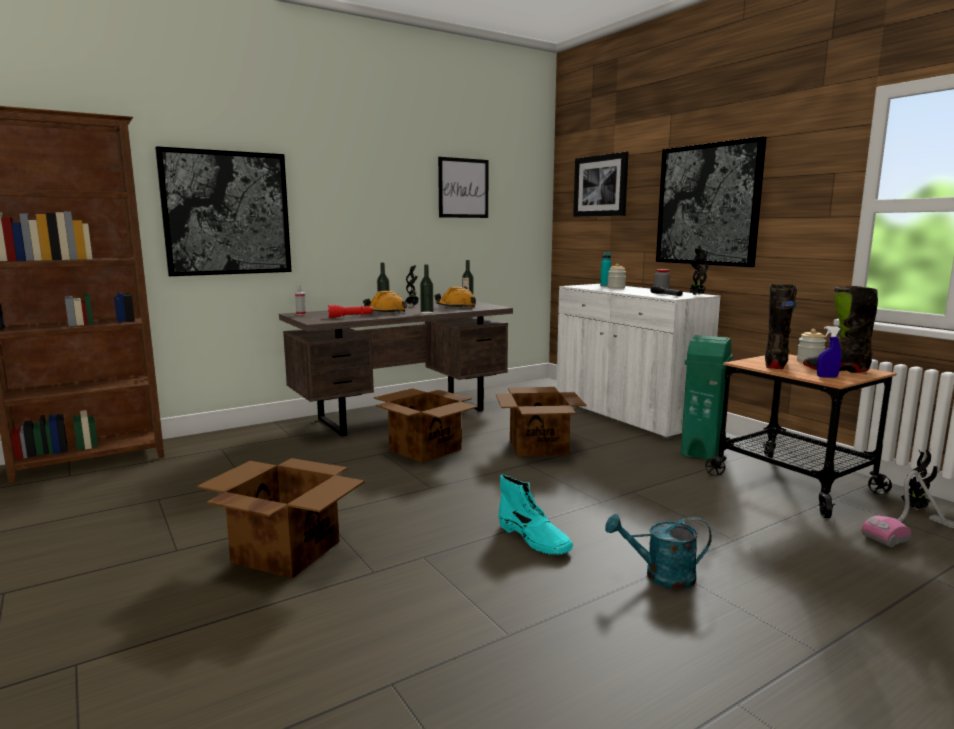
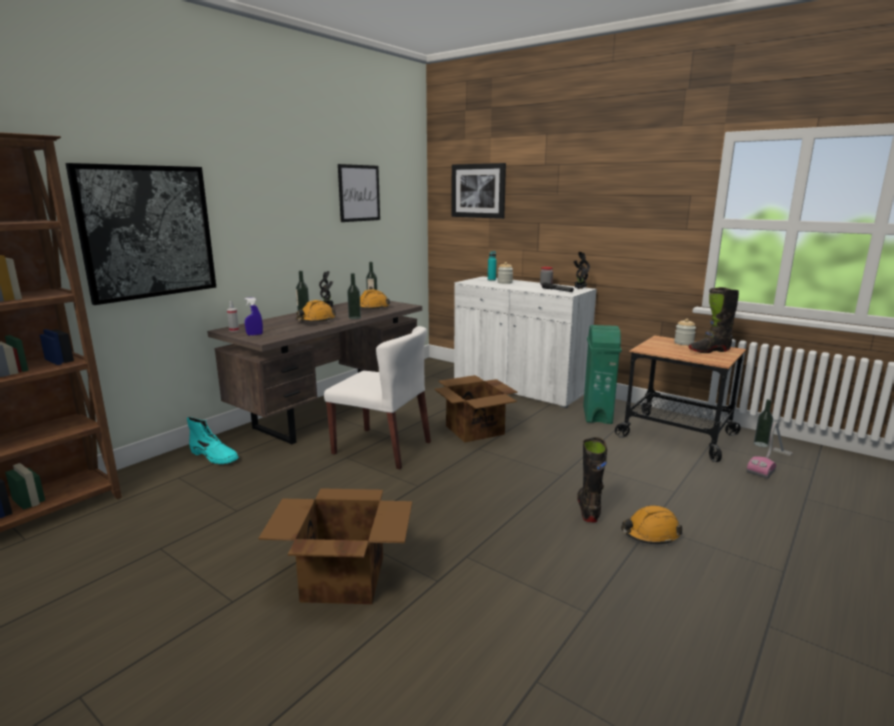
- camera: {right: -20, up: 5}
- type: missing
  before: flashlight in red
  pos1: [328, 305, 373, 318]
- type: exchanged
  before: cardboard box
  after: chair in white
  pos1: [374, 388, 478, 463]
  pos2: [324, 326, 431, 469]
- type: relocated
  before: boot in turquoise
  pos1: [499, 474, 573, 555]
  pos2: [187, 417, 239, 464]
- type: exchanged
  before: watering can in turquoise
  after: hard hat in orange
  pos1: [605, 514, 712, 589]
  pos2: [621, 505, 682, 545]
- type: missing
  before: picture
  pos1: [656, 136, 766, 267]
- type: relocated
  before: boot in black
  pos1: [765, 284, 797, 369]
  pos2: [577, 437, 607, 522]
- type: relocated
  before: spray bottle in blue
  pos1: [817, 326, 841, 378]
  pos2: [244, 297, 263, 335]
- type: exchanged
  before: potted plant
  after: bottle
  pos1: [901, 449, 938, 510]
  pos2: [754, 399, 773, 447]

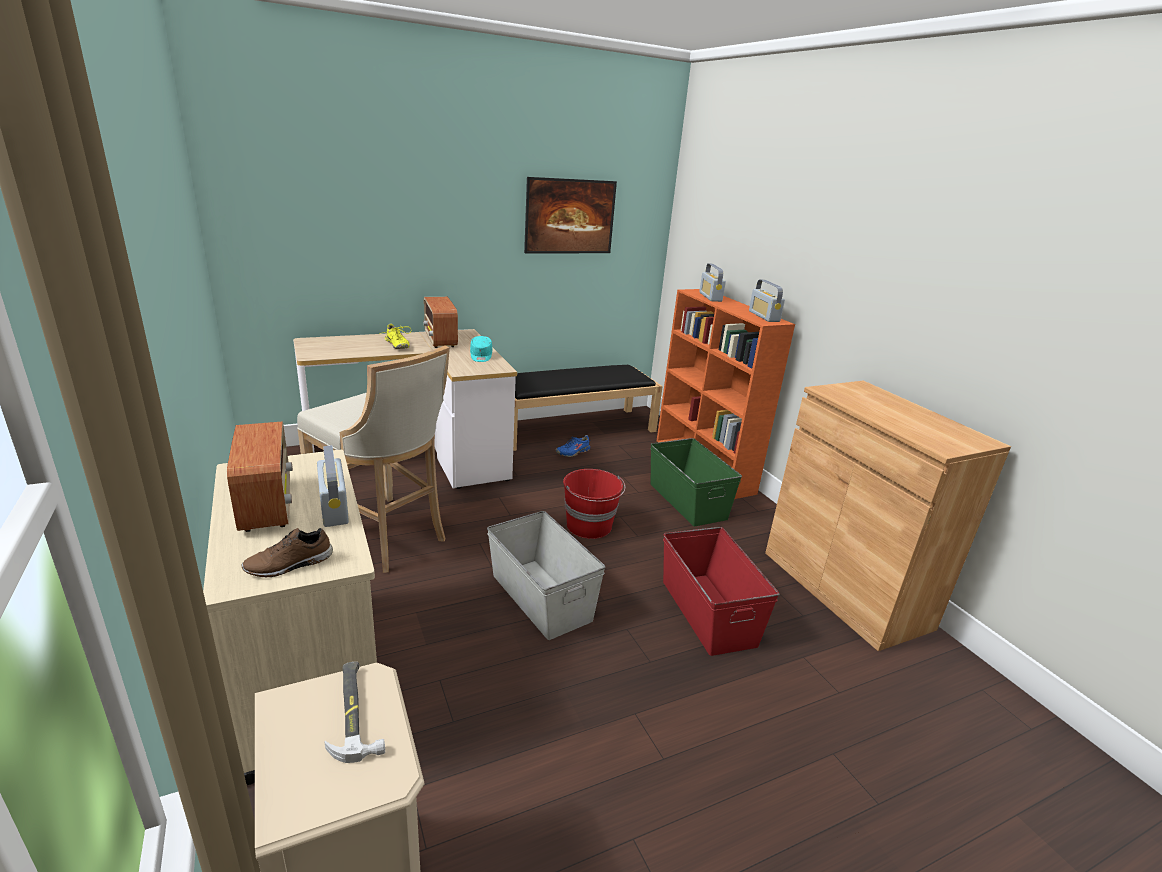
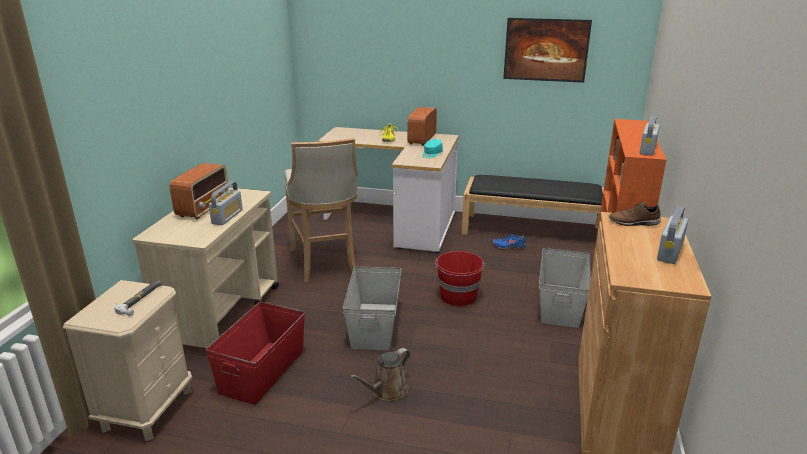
- camera: {right: 40, up: 0}
- type: relocated
  before: shoe in brown
  pos1: [241, 528, 333, 577]
  pos2: [609, 202, 661, 226]
- type: colour
  before: storage box in green
  after: storage box in grey
  pos1: [650, 438, 742, 527]
  pos2: [539, 248, 591, 328]
- type: relocated
  before: storage box in red
  pos1: [663, 527, 779, 656]
  pos2: [206, 301, 305, 405]
- type: relocated
  before: radio
  pos1: [699, 263, 726, 302]
  pos2: [657, 206, 688, 264]
- type: appeared
  after: watering can in brown
  pos2: [350, 348, 410, 401]

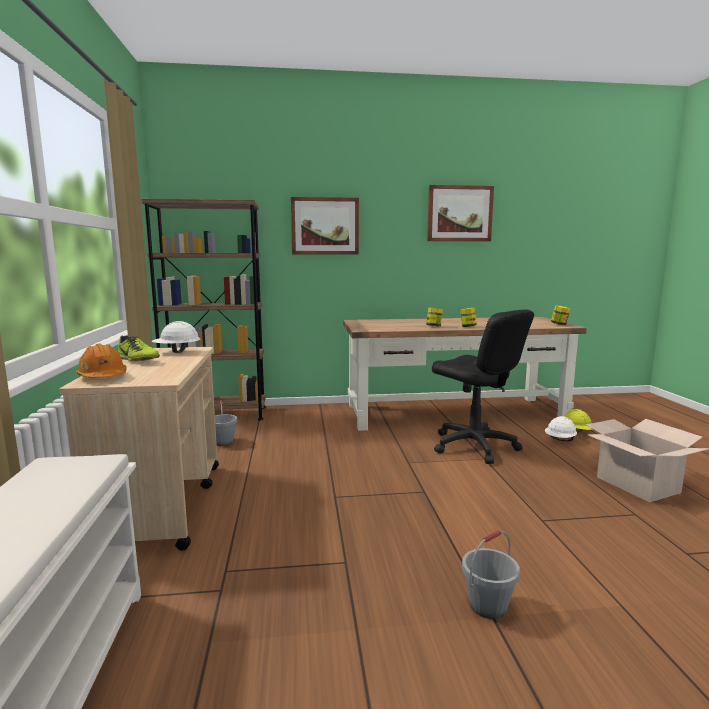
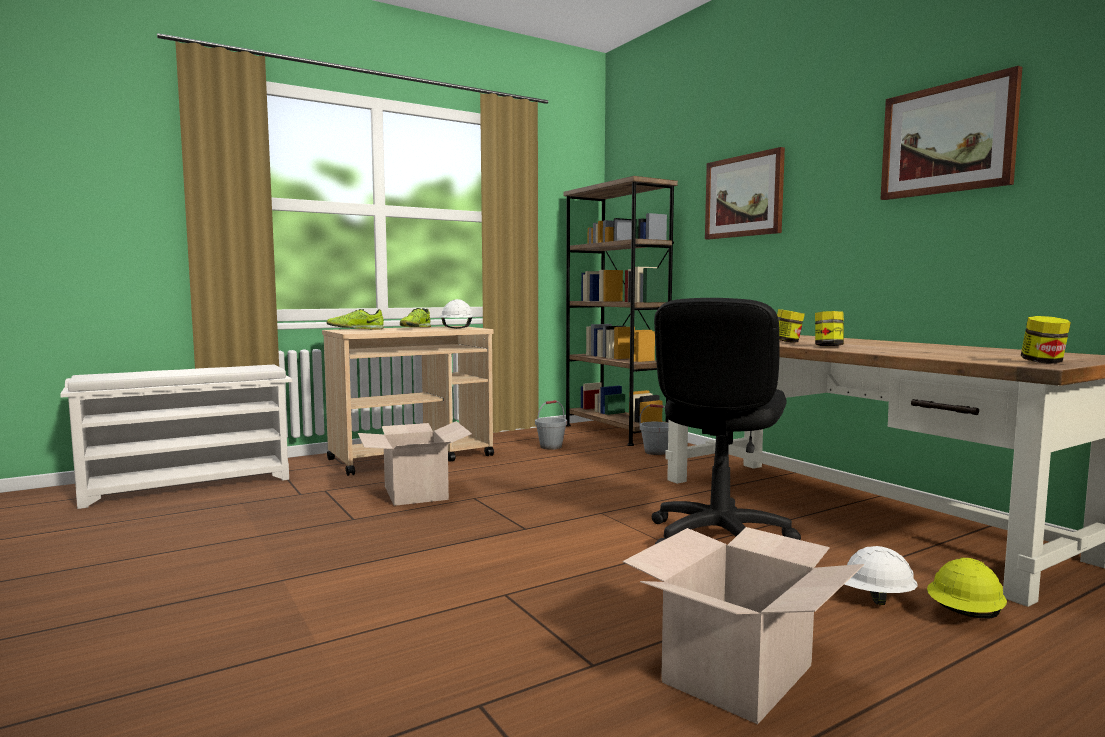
- camera: {right: 65, up: -5}
- type: exchanged
  before: hard hat in orange
  after: shoe
  pos1: [76, 343, 127, 378]
  pos2: [326, 309, 384, 330]
- type: relocated
  before: bucket in grey
  pos1: [462, 530, 520, 619]
  pos2: [639, 404, 669, 455]
- type: appeared
  after: cardboard box
  pos2: [358, 421, 472, 506]

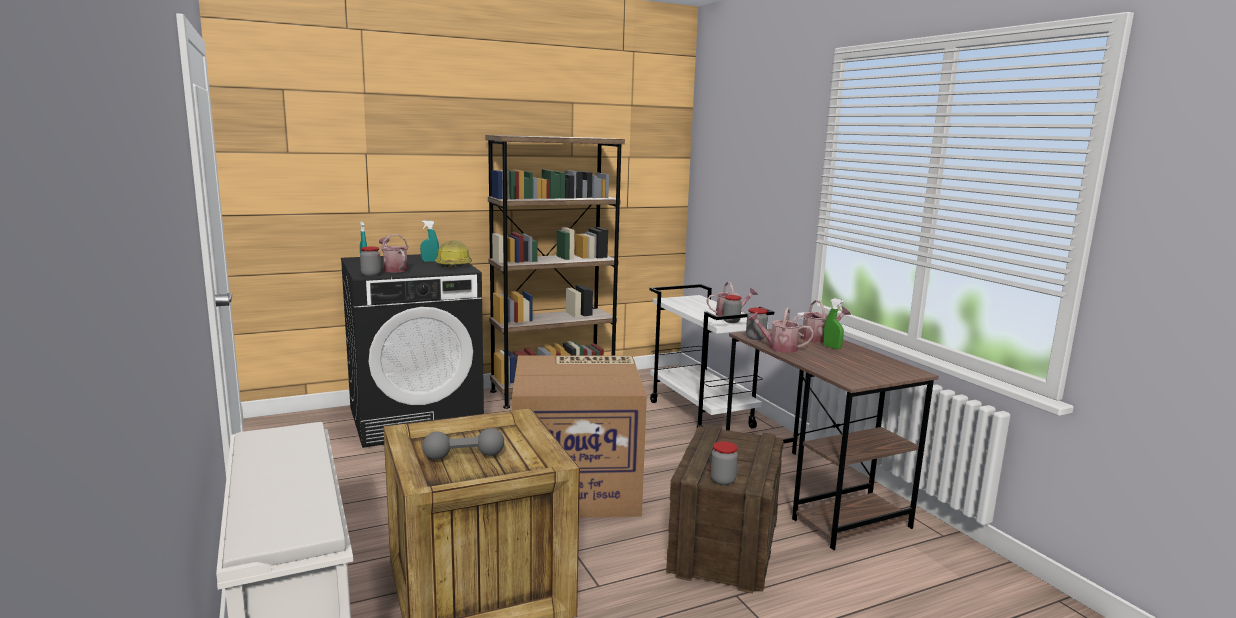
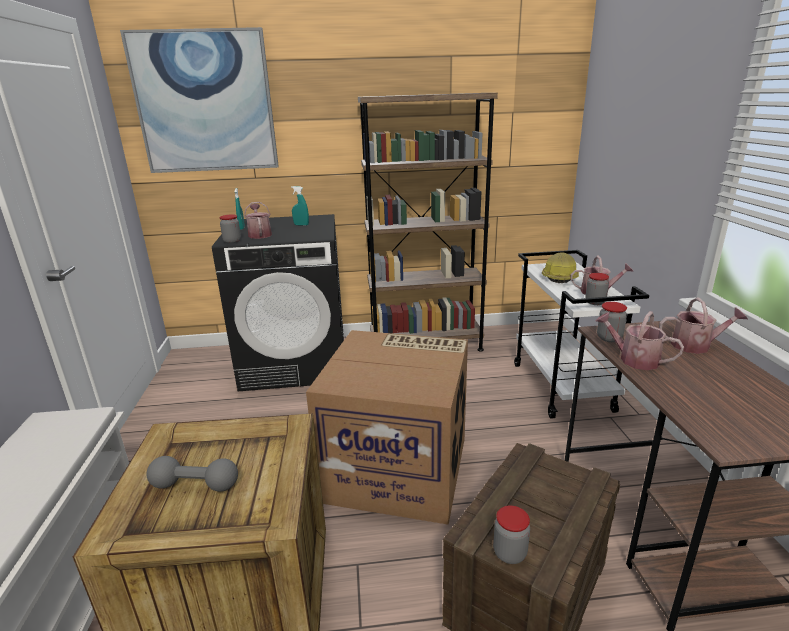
- camera: {right: 20, up: 10}
- type: relocated
  before: hard hat
  pos1: [435, 240, 472, 269]
  pos2: [542, 253, 579, 283]
- type: missing
  before: spray bottle in green
  pos1: [823, 298, 845, 349]
- type: appeared
  after: picture
  pos2: [120, 27, 279, 173]

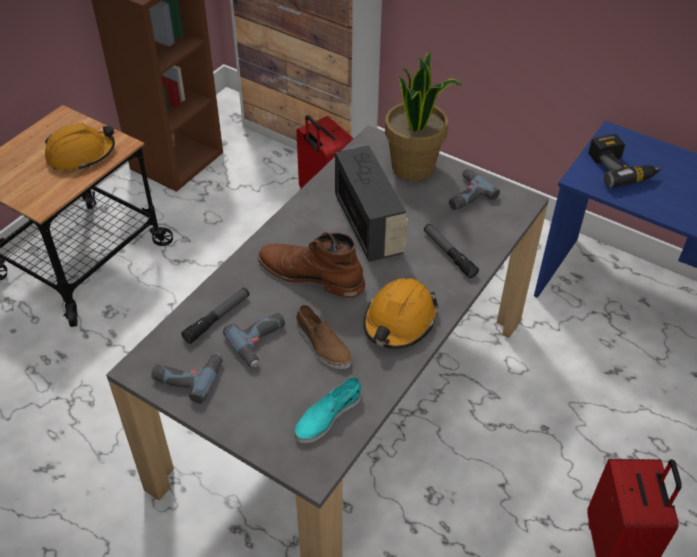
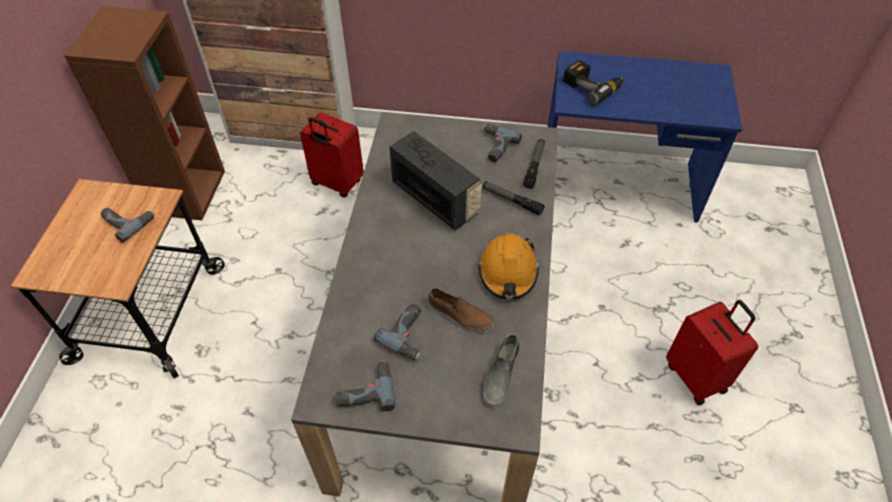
- camera: {right: -25, up: 5}
- type: exchanged
  before: hard hat in orange
  after: power drill
  pos1: [45, 123, 115, 170]
  pos2: [101, 208, 154, 243]
- type: relocated
  before: flashlight
  pos1: [181, 288, 249, 344]
  pos2: [523, 139, 545, 189]
- type: missing
  before: boot in brown
  pos1: [258, 232, 365, 298]
- type: colour
  before: shoe in turquoise
  after: shoe in grey
  pos1: [295, 377, 361, 443]
  pos2: [483, 334, 519, 408]
- type: missing
  before: potted plant
  pos1: [385, 51, 462, 181]

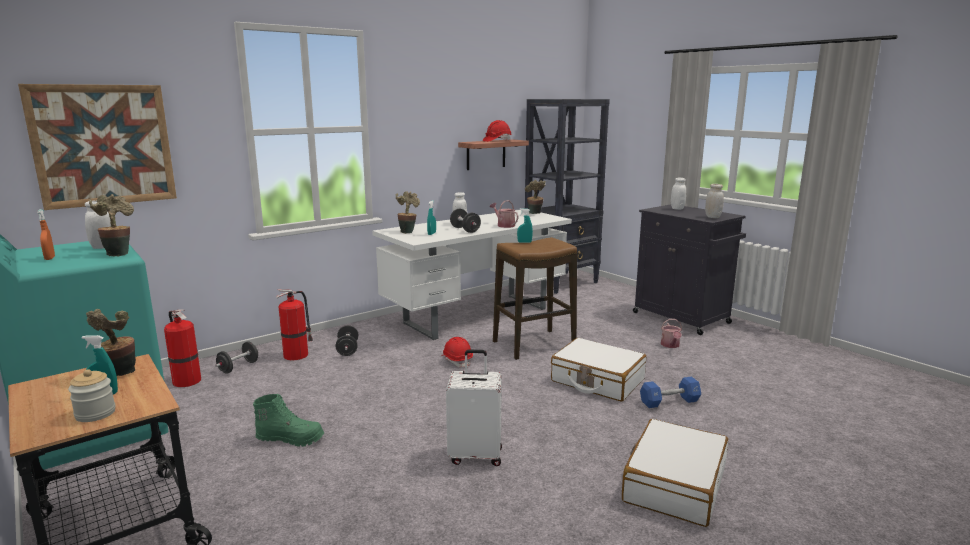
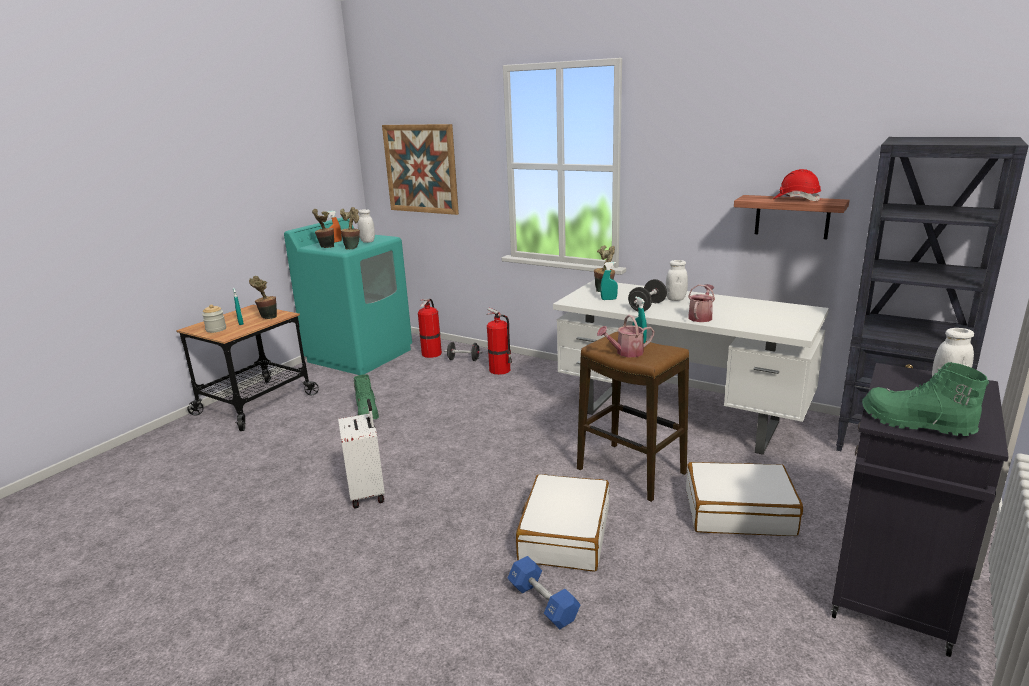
- camera: {right: 70, up: 5}
- type: missing
  before: dumbbell in black
  pos1: [336, 325, 358, 356]
- type: missing
  before: hard hat in red
  pos1: [441, 337, 473, 368]
- type: relocated
  before: potted plant
  pos1: [525, 180, 546, 214]
  pos2: [312, 209, 334, 248]
- type: relocated
  before: suitcase in white
  pos1: [622, 419, 728, 527]
  pos2: [686, 462, 803, 536]
- type: relocated
  before: watering can
  pos1: [661, 319, 682, 348]
  pos2: [597, 315, 655, 357]
- type: exchanged
  before: jar in white
  after: boot in green
  pos1: [705, 184, 724, 218]
  pos2: [862, 362, 989, 436]

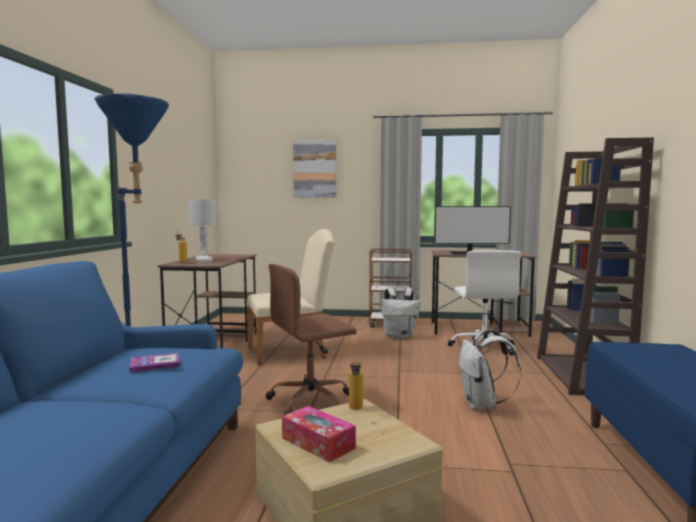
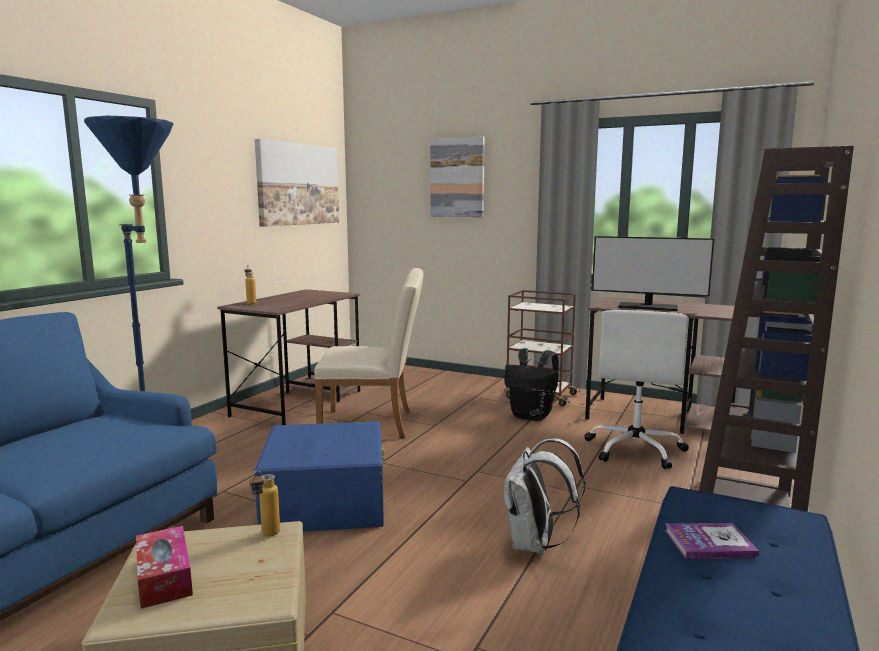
- camera: {right: 20, up: 5}
- type: relocated
  before: book
  pos1: [130, 353, 180, 372]
  pos2: [665, 523, 759, 559]
- type: missing
  before: table lamp in white
  pos1: [189, 199, 217, 262]
- type: exchanged
  before: office chair in brown
  after: storage box in blue
  pos1: [266, 264, 357, 415]
  pos2: [254, 421, 384, 531]
- type: colour
  before: backpack in white
  after: backpack in black
  pos1: [381, 287, 420, 338]
  pos2: [504, 348, 559, 421]
- type: appeared
  after: picture
  pos2: [255, 139, 339, 227]

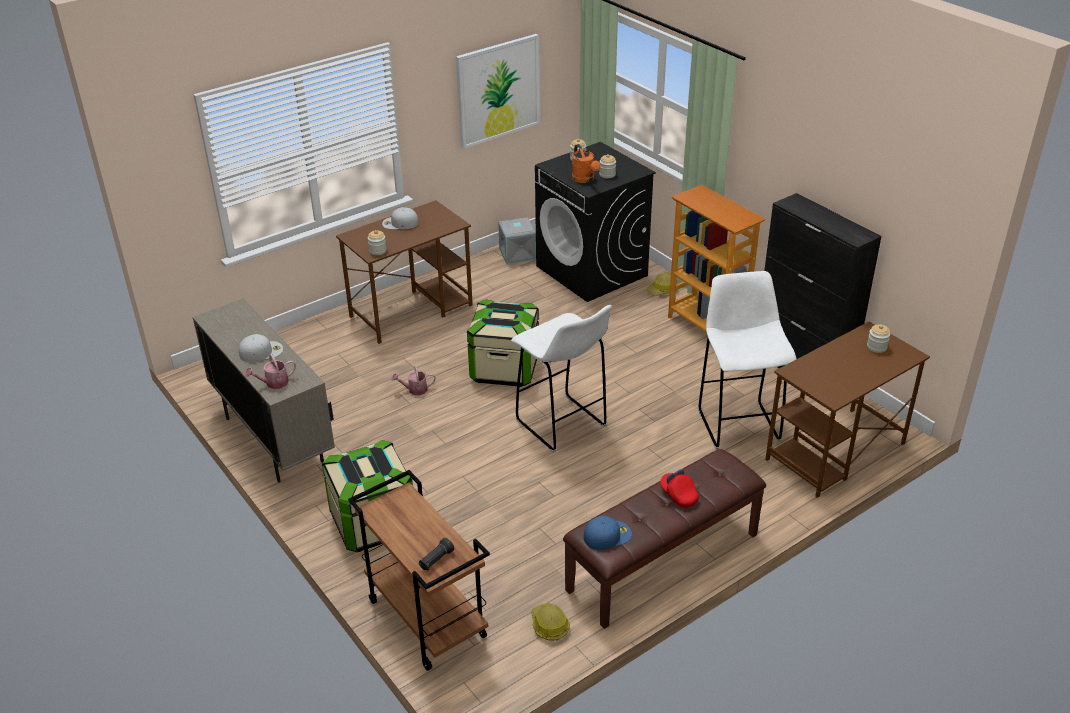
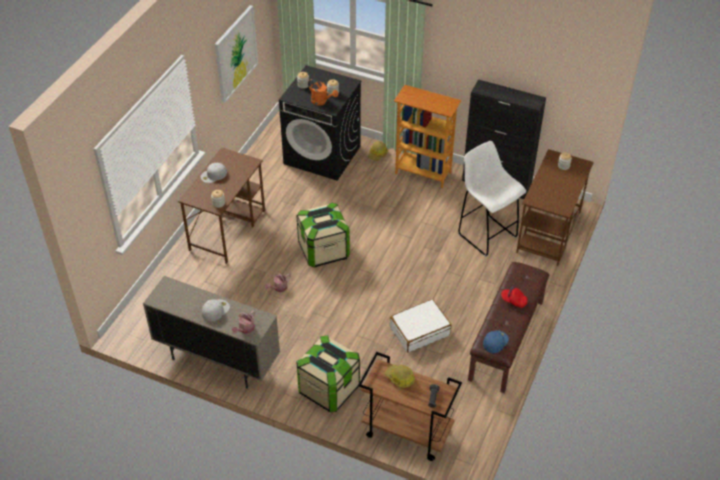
- camera: {right: -30, up: 10}
- type: missing
  before: storage box in grey
  pos1: [498, 217, 536, 264]
- type: missing
  before: stool in white
  pos1: [511, 305, 611, 453]
- type: relocated
  before: hard hat
  pos1: [531, 603, 570, 641]
  pos2: [385, 365, 415, 388]
- type: appeared
  after: suitcase in white
  pos2: [390, 299, 451, 353]

